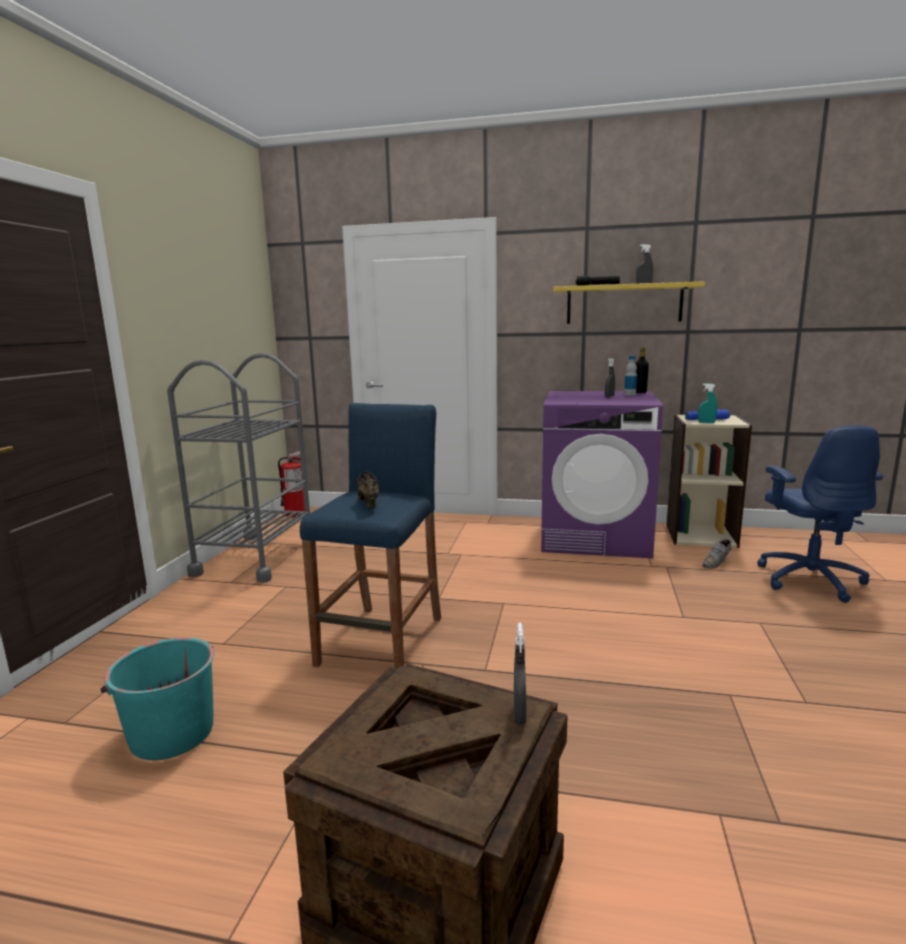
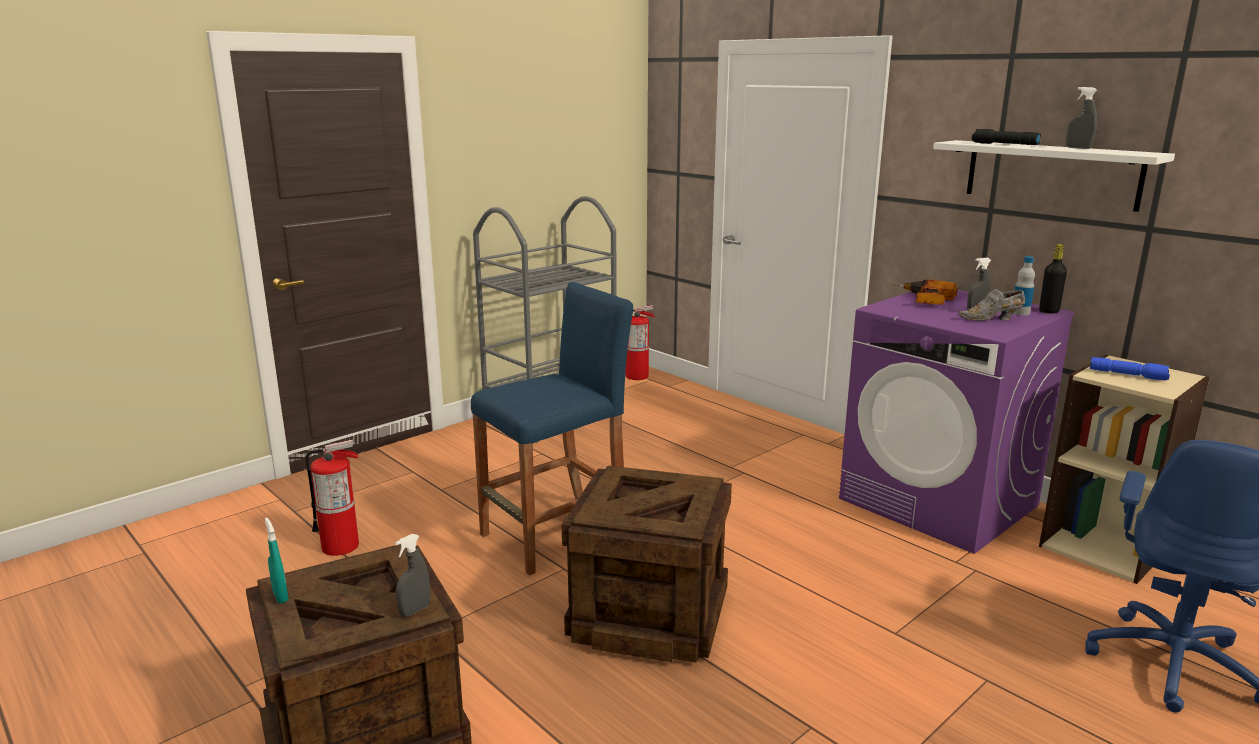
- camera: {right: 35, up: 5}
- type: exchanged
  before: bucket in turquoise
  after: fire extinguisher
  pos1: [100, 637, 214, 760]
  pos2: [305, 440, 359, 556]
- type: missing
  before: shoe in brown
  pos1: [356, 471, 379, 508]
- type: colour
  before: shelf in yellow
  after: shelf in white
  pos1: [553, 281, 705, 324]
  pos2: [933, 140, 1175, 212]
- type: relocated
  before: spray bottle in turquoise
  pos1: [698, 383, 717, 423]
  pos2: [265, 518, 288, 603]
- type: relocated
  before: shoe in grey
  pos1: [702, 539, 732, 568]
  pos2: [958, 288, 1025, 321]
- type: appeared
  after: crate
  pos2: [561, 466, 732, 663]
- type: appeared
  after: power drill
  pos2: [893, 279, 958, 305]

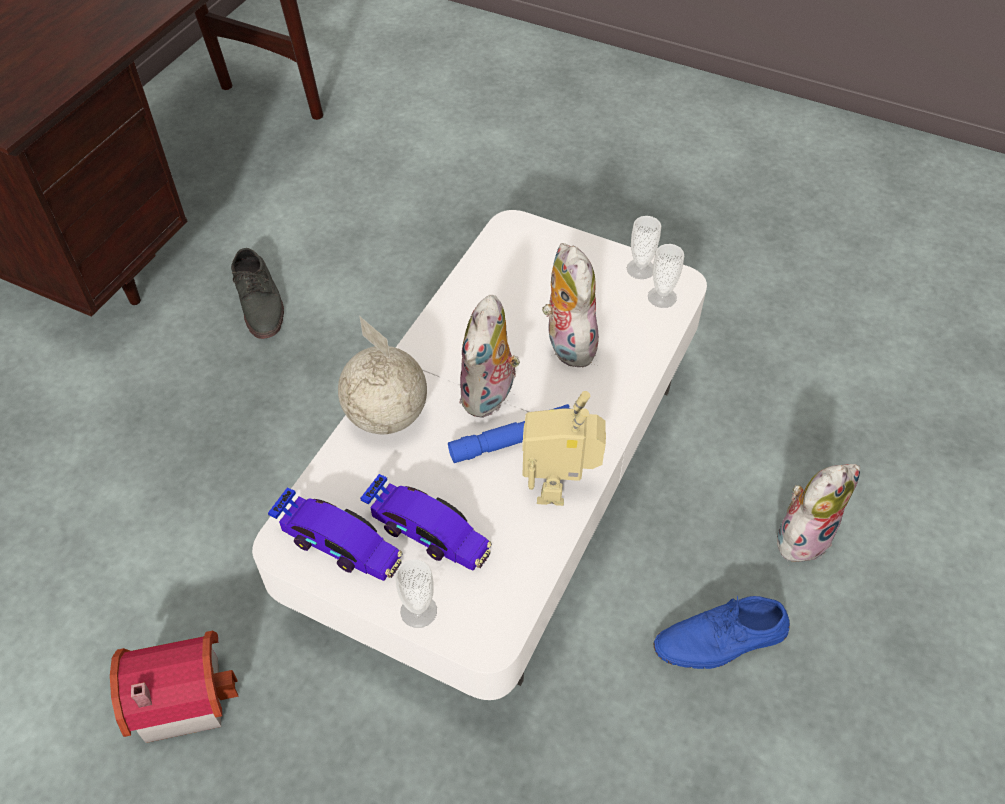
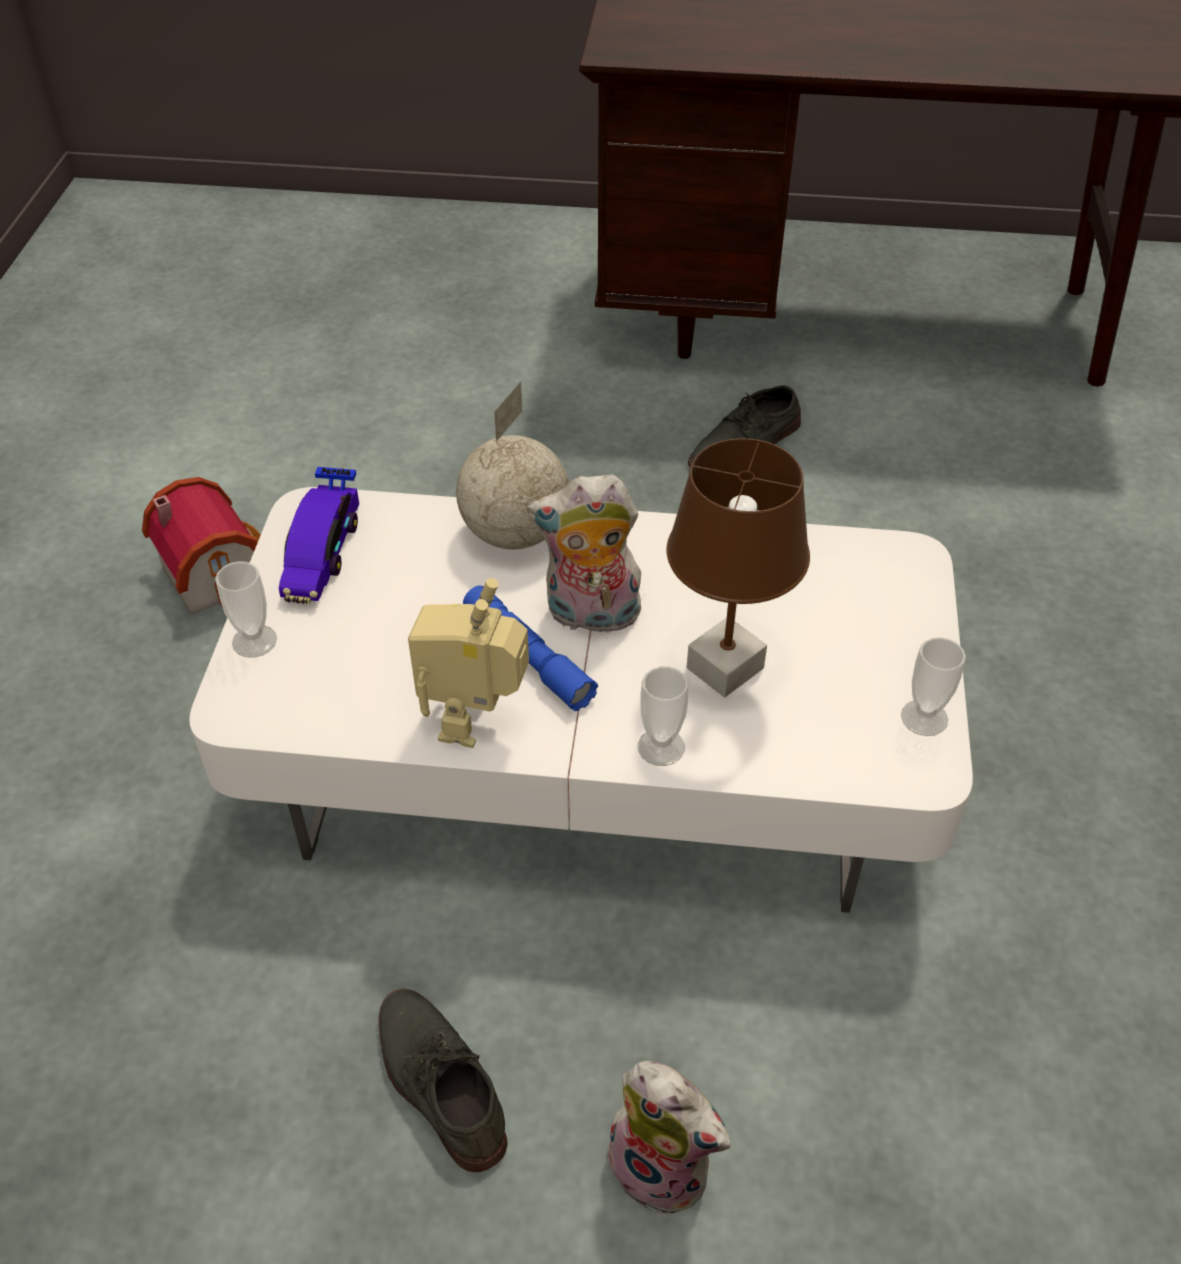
- camera: {right: 70, up: -5}
- type: missing
  before: toy car
  pos1: [360, 474, 492, 570]
- type: spun
  before: toy robot
  pos1: [522, 391, 606, 506]
  pos2: [408, 578, 529, 748]
  turn: -60
- type: exchanged
  before: plush toy
  after: table lamp in brown
  pos1: [542, 243, 599, 367]
  pos2: [667, 438, 810, 697]
- type: relocated
  before: cup
  pos1: [648, 244, 684, 308]
  pos2: [638, 666, 688, 766]
- type: colour
  before: shoe in blue
  after: shoe in grey
  pos1: [654, 595, 790, 669]
  pos2: [378, 989, 507, 1172]

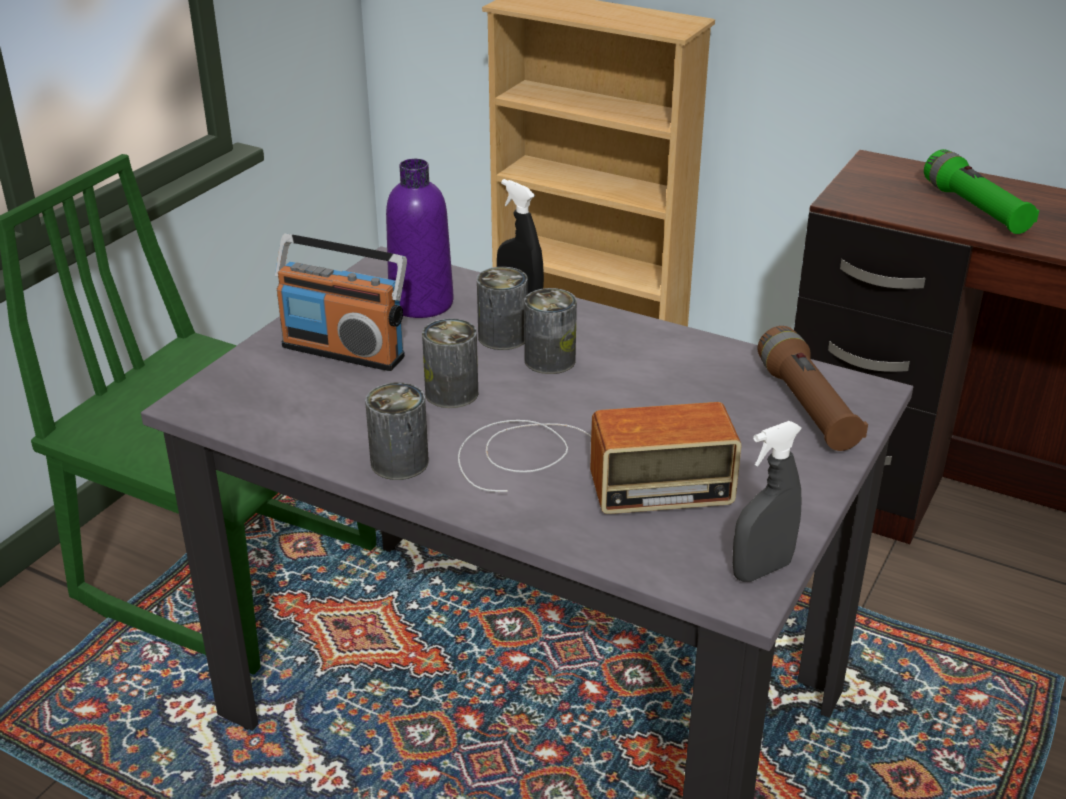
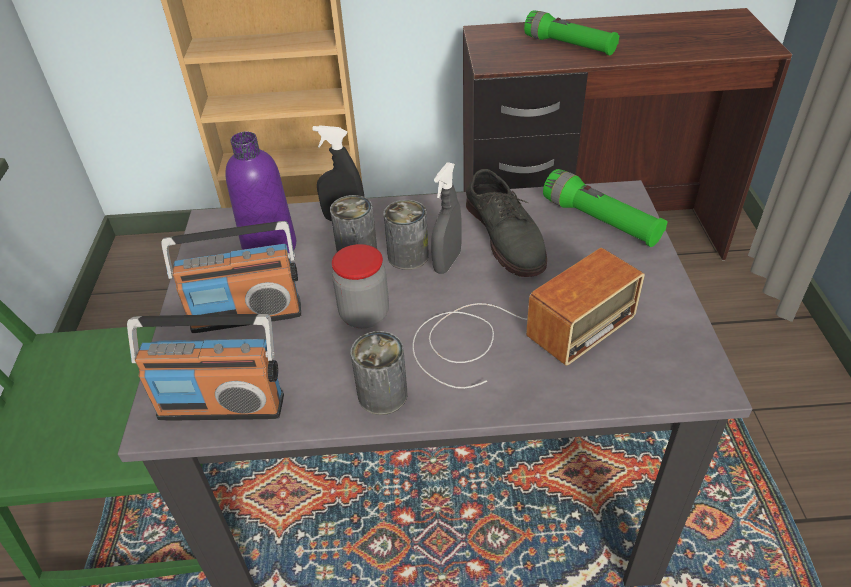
- camera: {right: -30, up: 10}
- type: exchanged
  before: can
  after: jar
  pos1: [422, 318, 478, 408]
  pos2: [332, 244, 389, 328]
- type: relocated
  before: spray bottle in grey
  pos1: [732, 421, 802, 582]
  pos2: [431, 162, 461, 274]
- type: colour
  before: flashlight in brown
  after: flashlight in green
  pos1: [758, 326, 868, 451]
  pos2: [543, 169, 668, 247]
- type: appeared
  after: radio
  pos2: [127, 314, 284, 421]
- type: appeared
  after: shoe in grey
  pos2: [466, 169, 547, 277]

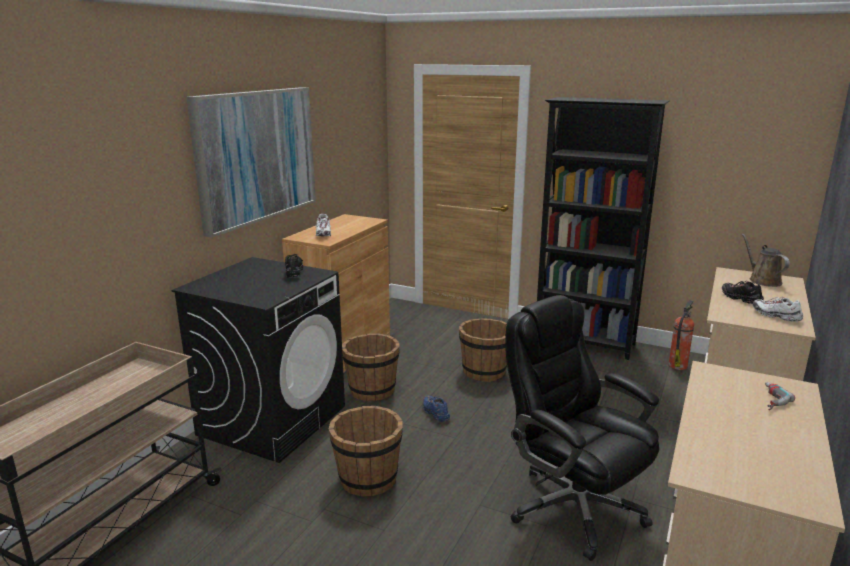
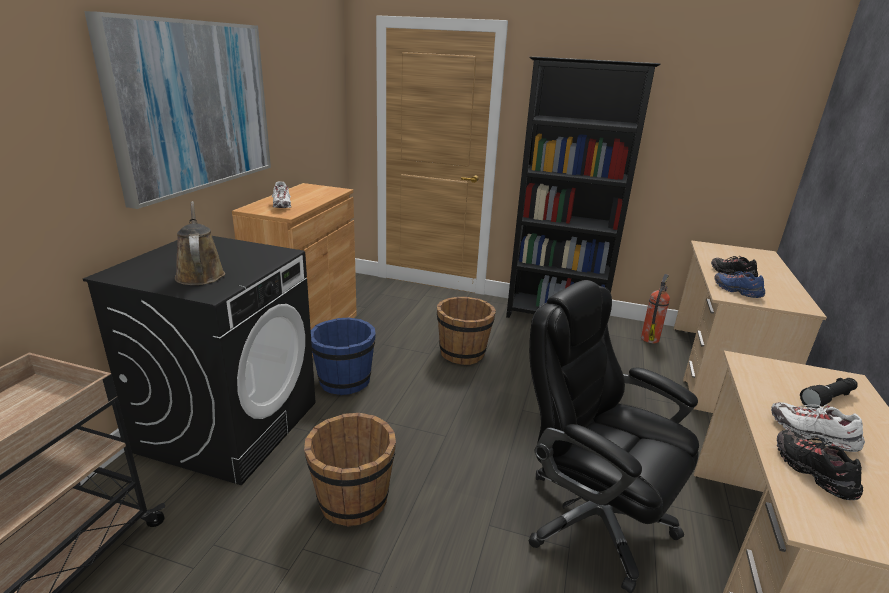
- camera: {right: -10, up: 5}
- type: relocated
  before: shoe in black
  pos1: [285, 254, 303, 278]
  pos2: [777, 430, 863, 500]
- type: colour
  before: bucket in brown
  after: bucket in blue
  pos1: [342, 333, 400, 401]
  pos2: [311, 318, 376, 395]
- type: relocated
  before: shoe in blue
  pos1: [423, 395, 450, 422]
  pos2: [714, 271, 765, 298]
- type: relocated
  before: watering can in brown
  pos1: [742, 234, 790, 287]
  pos2: [175, 201, 225, 285]
- type: relocated
  before: shoe in white
  pos1: [753, 297, 803, 322]
  pos2: [771, 402, 865, 452]
- type: exchanged
  before: power drill
  after: flashlight in black
  pos1: [765, 382, 795, 410]
  pos2: [800, 378, 858, 409]

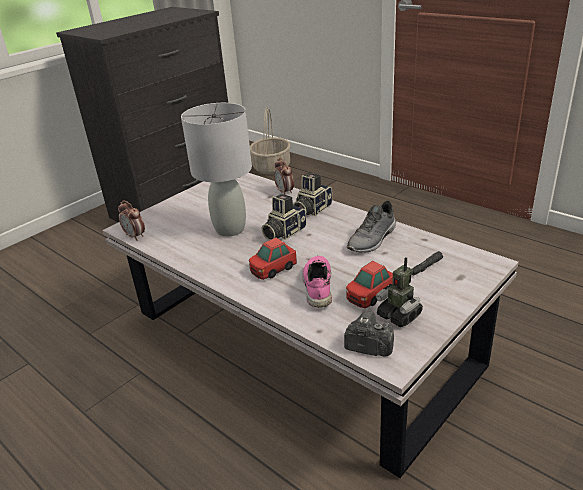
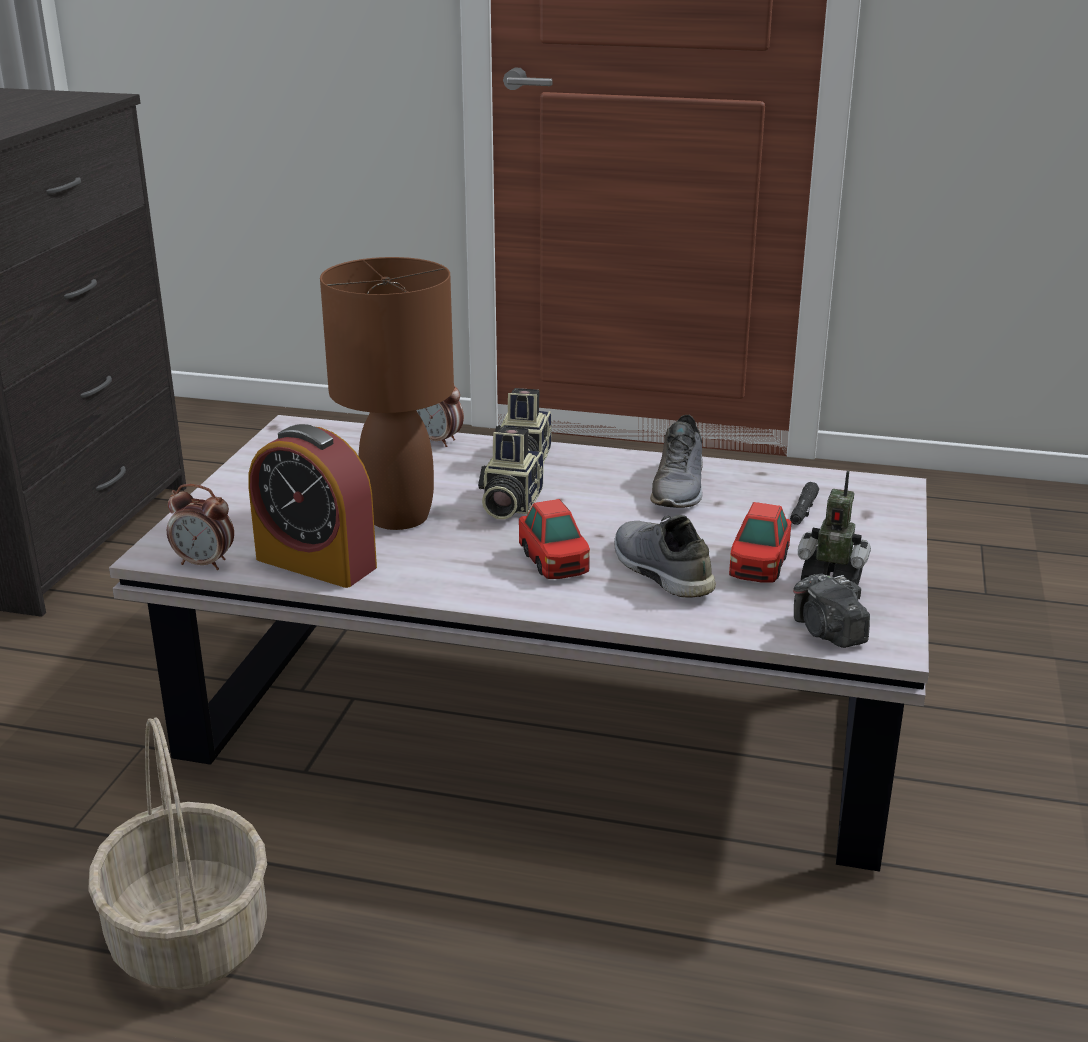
- camera: {right: -30, up: -5}
- type: colour
  before: table lamp in grey
  after: table lamp in brown
  pos1: [181, 103, 252, 236]
  pos2: [320, 257, 454, 530]
- type: spun
  before: toy car
  pos1: [249, 238, 297, 280]
  pos2: [519, 499, 590, 579]
  turn: -45
- type: relocated
  before: basket
  pos1: [250, 107, 291, 175]
  pos2: [88, 717, 267, 990]
- type: colour
  before: shoe in pink
  after: shoe in grey
  pos1: [302, 256, 332, 308]
  pos2: [614, 515, 716, 598]
- type: spun
  before: photo camera
  pos1: [344, 311, 394, 356]
  pos2: [793, 574, 870, 648]
  turn: -105
- type: appeared
  after: alarm clock
  pos2: [248, 424, 377, 588]

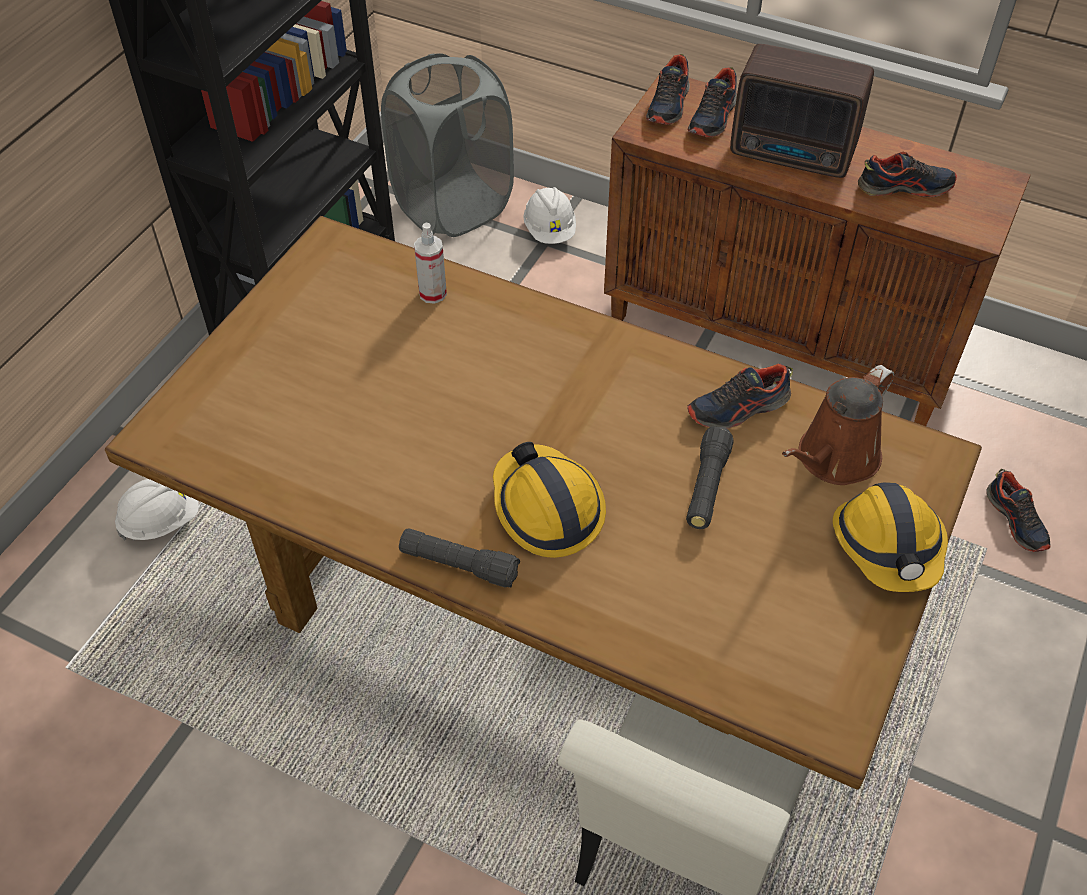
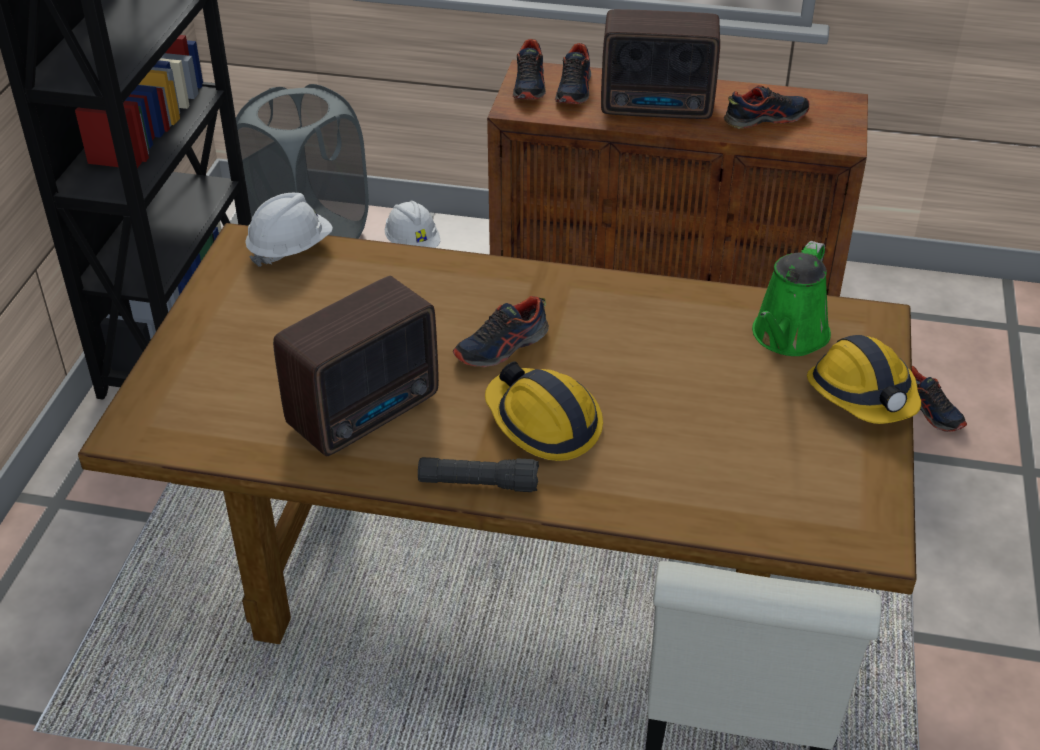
- camera: {right: -15, up: -10}
- type: relocated
  before: hard hat in white
  pos1: [115, 479, 199, 541]
  pos2: [245, 193, 333, 267]
- type: missing
  before: spray bottle
  pos1: [414, 223, 447, 304]
- type: missing
  before: flashlight in black
  pos1: [686, 426, 734, 529]
- type: relocated
  before: shoe
  pos1: [687, 364, 793, 429]
  pos2: [453, 296, 549, 367]
- type: colour
  before: watering can in brown
  after: watering can in green
  pos1: [782, 365, 894, 485]
  pos2: [752, 241, 831, 356]
- type: appeared
  after: radio
  pos2: [273, 276, 439, 456]

